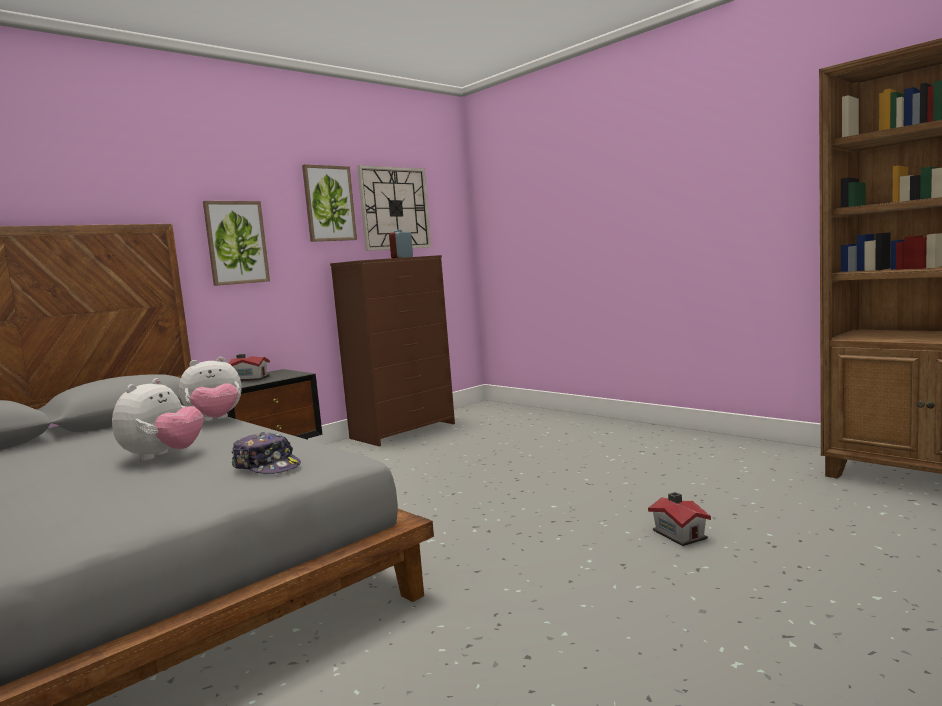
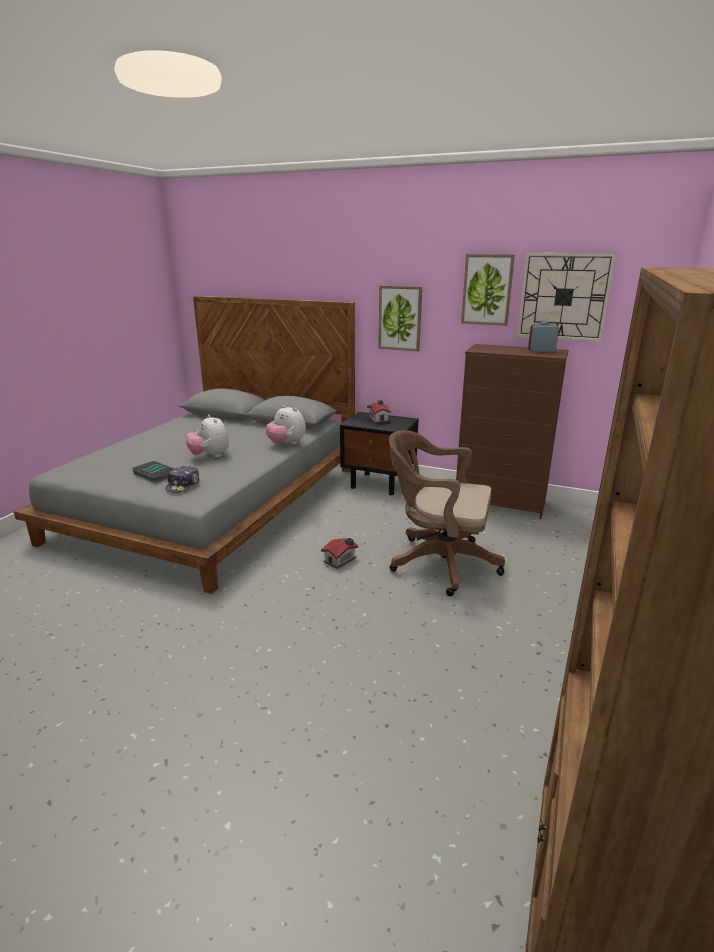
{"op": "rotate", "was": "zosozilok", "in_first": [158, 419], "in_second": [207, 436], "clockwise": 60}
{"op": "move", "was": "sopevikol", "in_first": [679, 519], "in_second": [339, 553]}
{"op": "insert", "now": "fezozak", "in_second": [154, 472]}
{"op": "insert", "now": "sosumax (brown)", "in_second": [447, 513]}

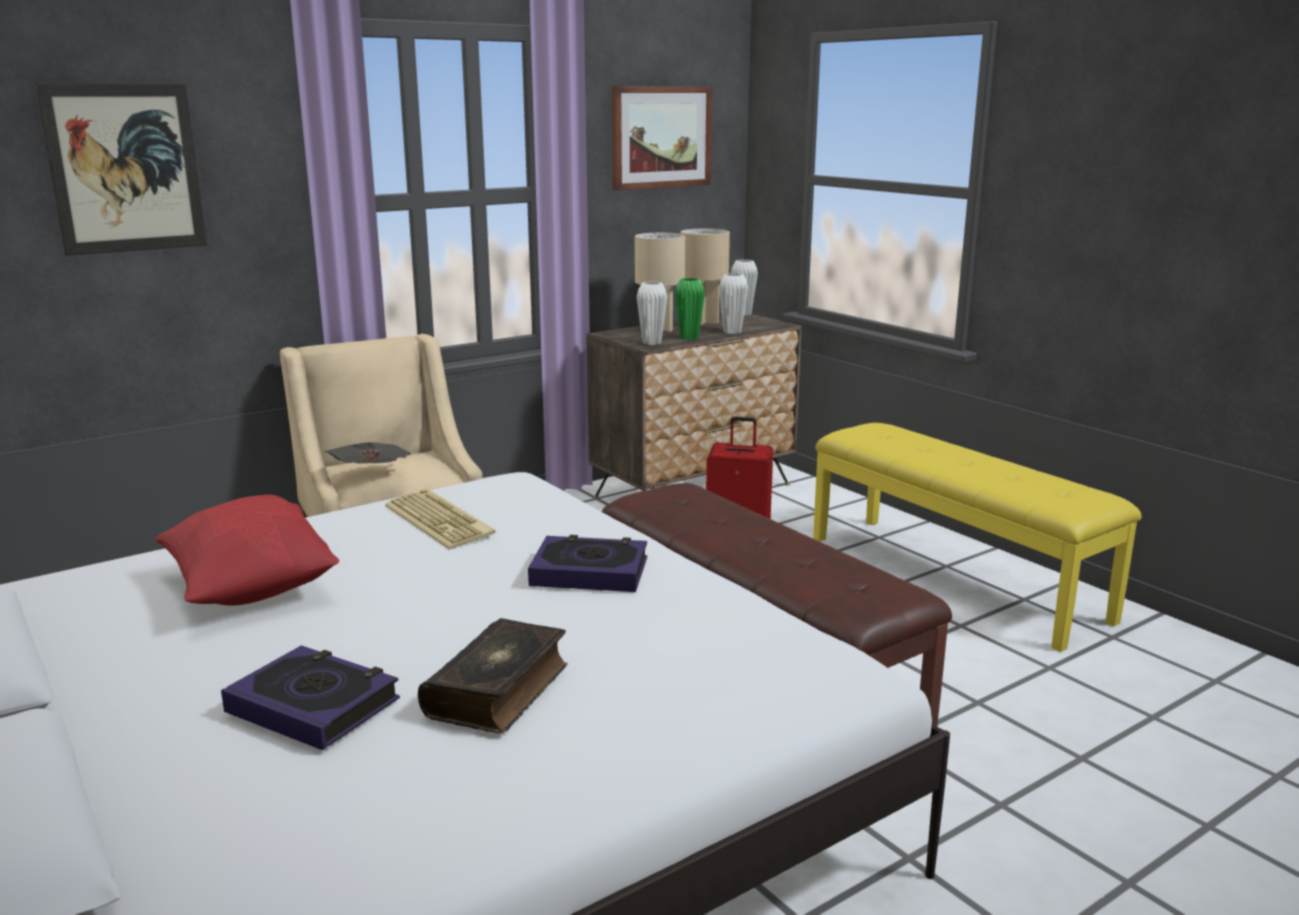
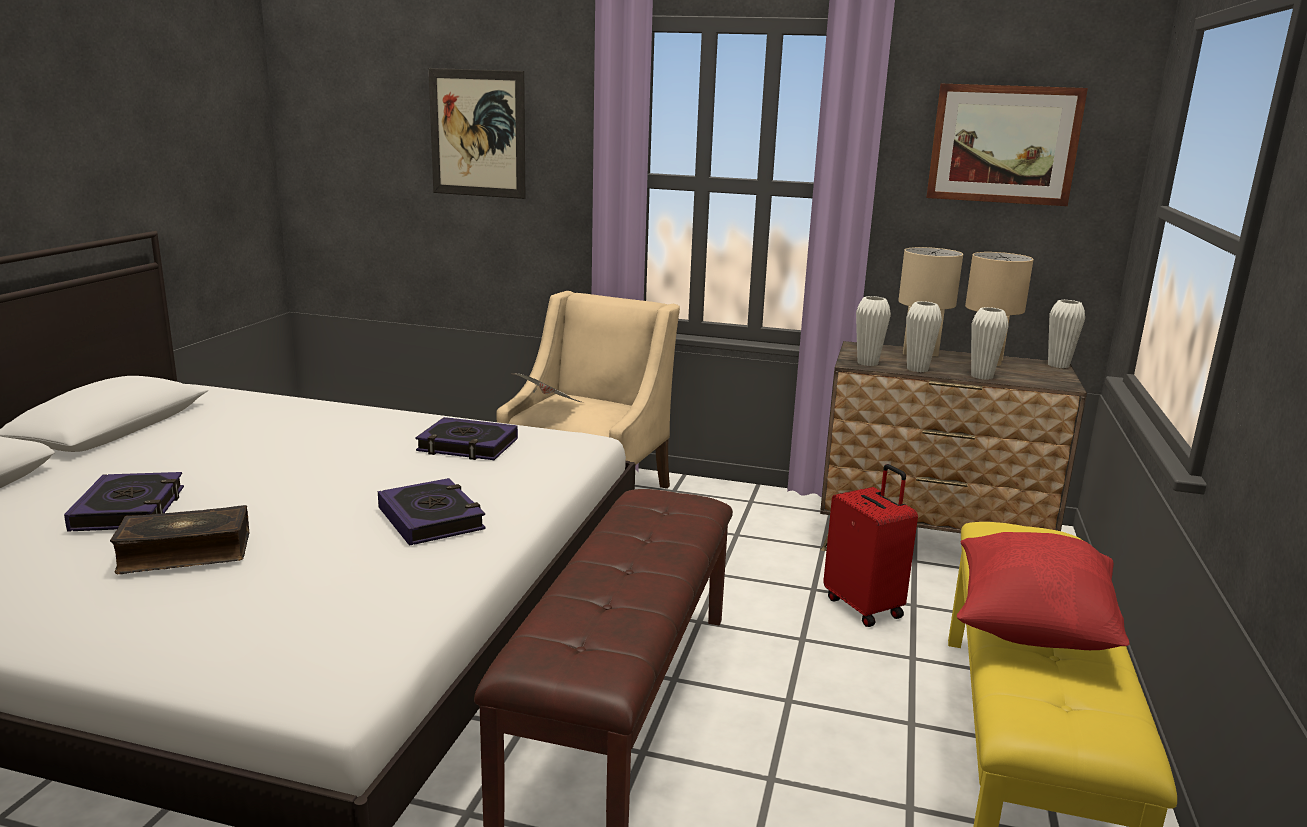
{"op": "move", "was": "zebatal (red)", "in_first": [247, 550], "in_second": [1043, 591]}
{"op": "replace", "was": "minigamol", "now": "fezozak", "in_first": [440, 519], "in_second": [466, 438]}
{"op": "recolor", "was": "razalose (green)", "now": "razalose (white)", "in_first": [690, 309], "in_second": [924, 336]}

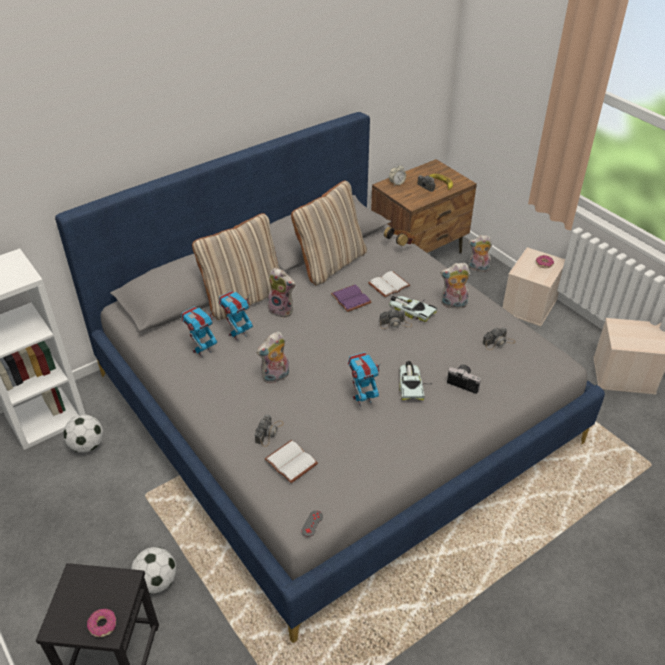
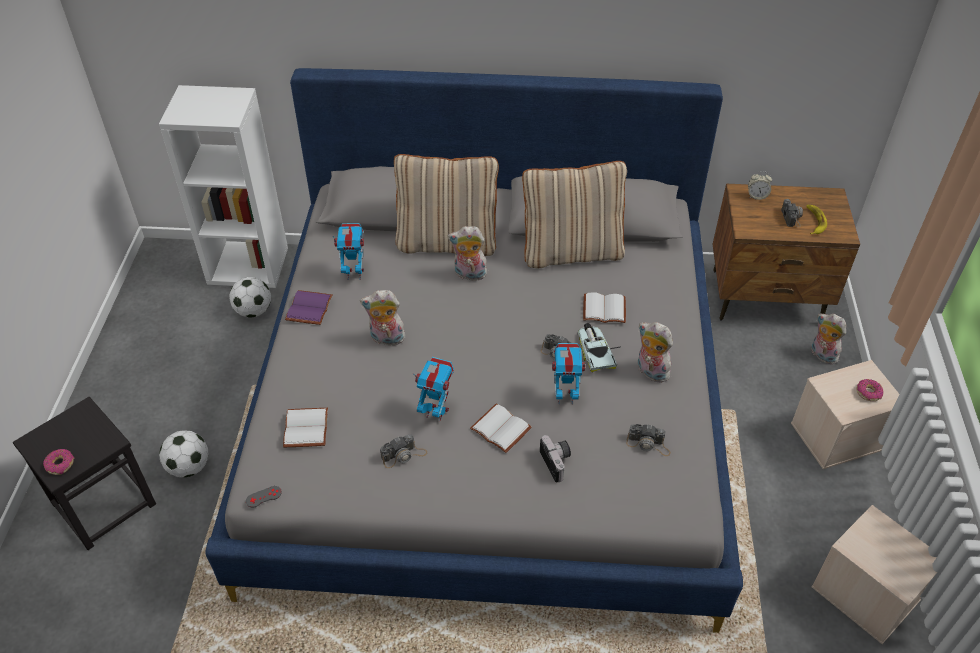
{"op": "move", "was": "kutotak", "in_first": [236, 316], "in_second": [569, 373]}
{"op": "move", "was": "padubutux", "in_first": [269, 430], "in_second": [403, 451]}
{"op": "rotate", "was": "zosozilok", "in_first": [282, 293], "in_second": [467, 253], "clockwise": 120}
{"op": "move", "was": "fezozak (purple)", "in_first": [351, 298], "in_second": [309, 307]}
{"op": "delete", "was": "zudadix", "in_first": [400, 236]}
{"op": "replace", "was": "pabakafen", "now": "fezozak (white)", "in_first": [415, 380], "in_second": [501, 428]}

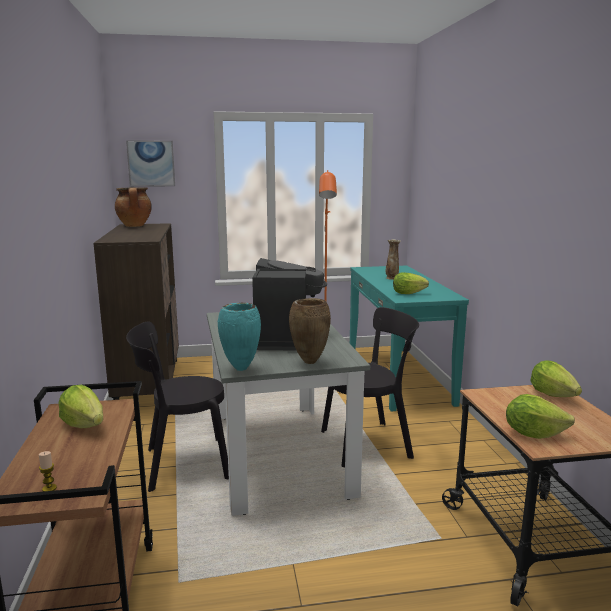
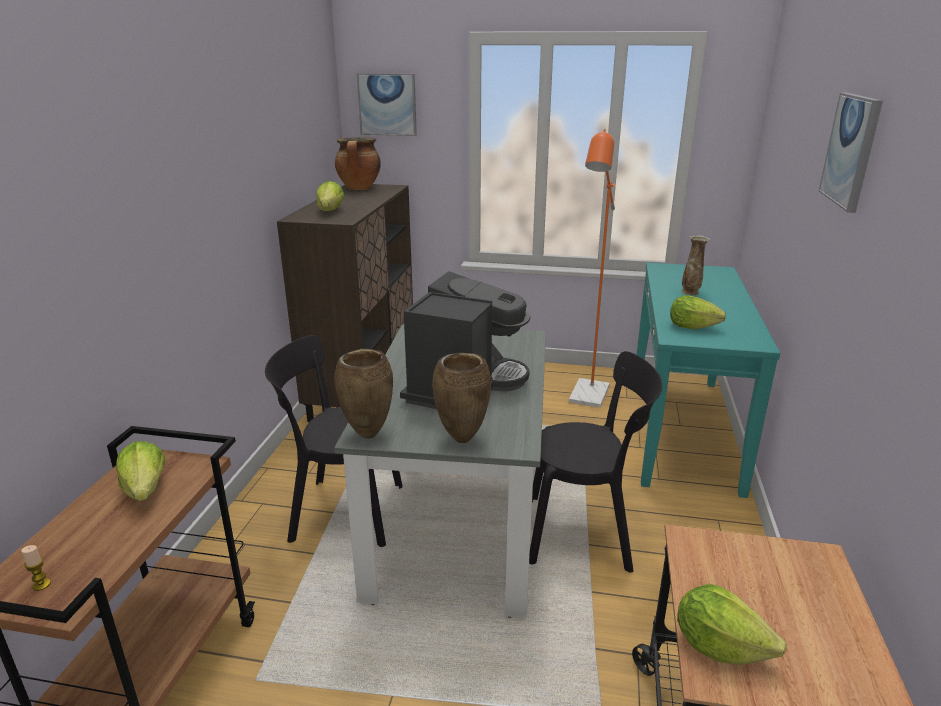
{"op": "recolor", "was": "razalose (turquoise)", "now": "razalose (brown)", "in_first": [239, 337], "in_second": [363, 394]}
{"op": "move", "was": "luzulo", "in_first": [556, 379], "in_second": [330, 196]}
{"op": "insert", "now": "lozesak", "in_second": [851, 153]}

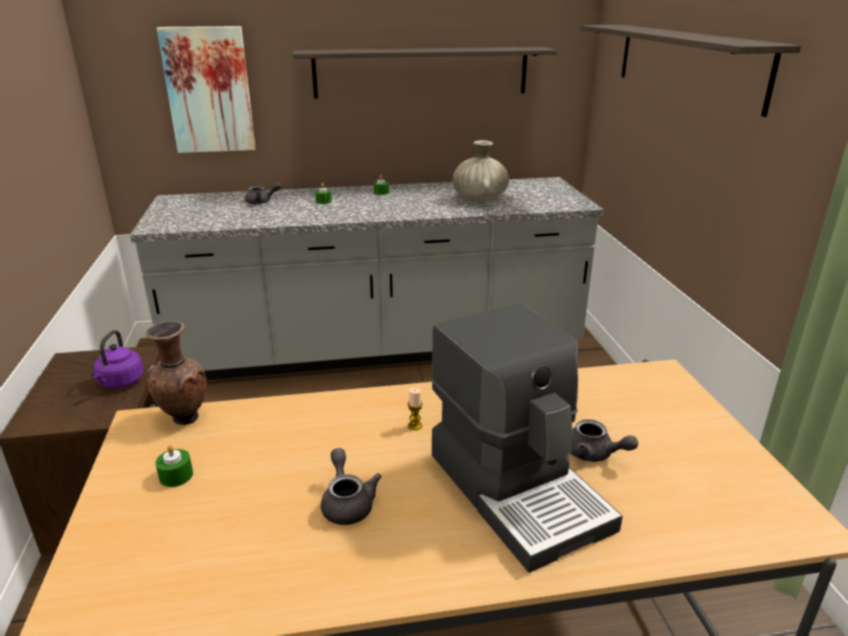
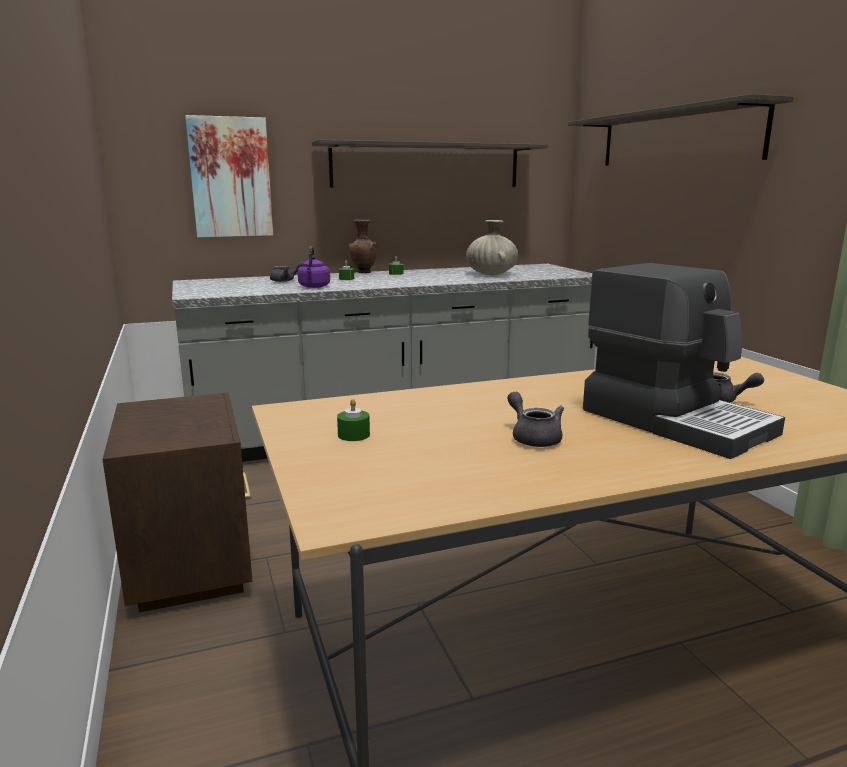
{"op": "move", "was": "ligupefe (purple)", "in_first": [117, 359], "in_second": [314, 267]}
{"op": "move", "was": "razalose (brown)", "in_first": [176, 373], "in_second": [363, 246]}
{"op": "delete", "was": "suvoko", "in_first": [415, 409]}

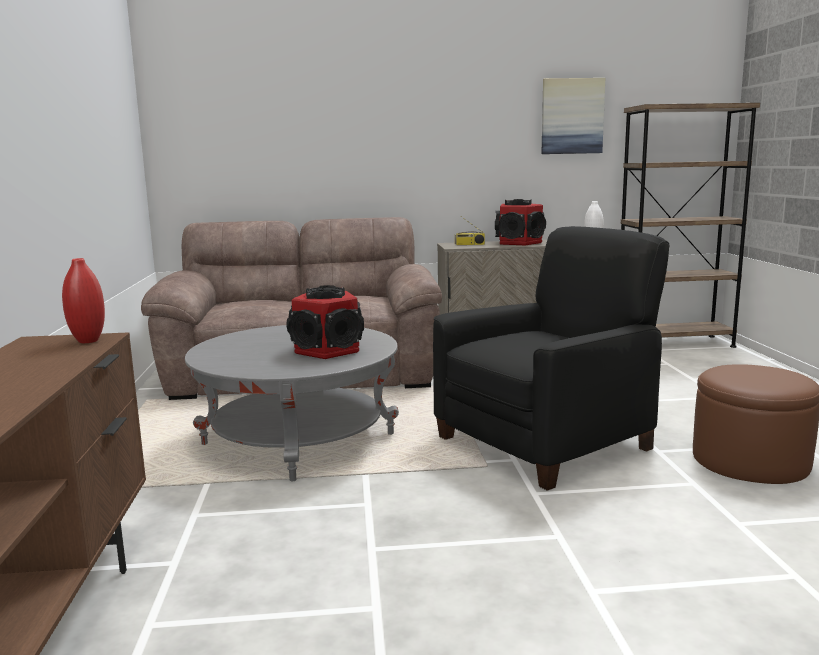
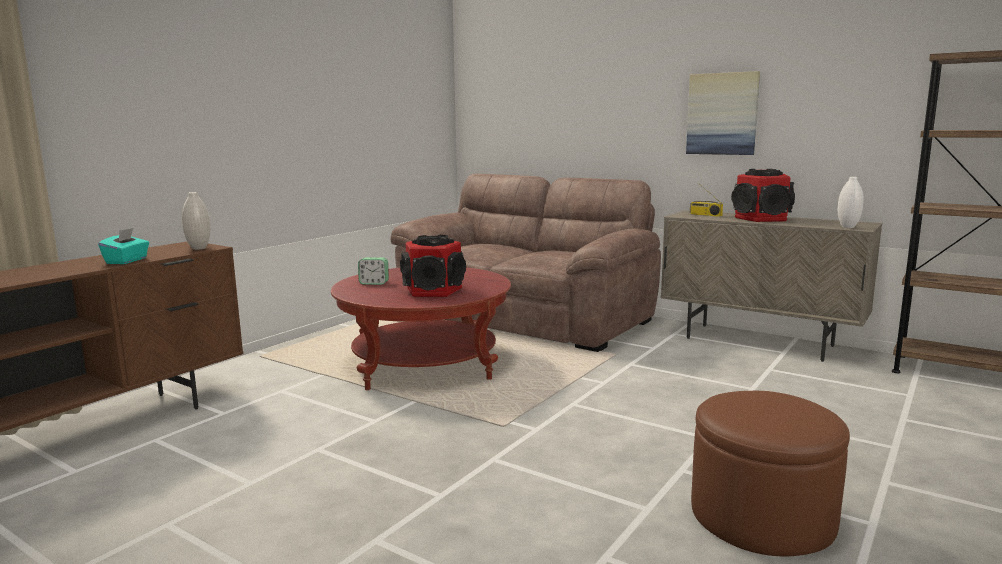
{"op": "recolor", "was": "razalose (red)", "now": "razalose (white)", "in_first": [83, 300], "in_second": [196, 221]}
{"op": "recolor", "was": "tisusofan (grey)", "now": "tisusofan (red)", "in_first": [292, 403], "in_second": [421, 328]}
{"op": "delete", "was": "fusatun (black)", "in_first": [551, 358]}
{"op": "move", "was": "lozesak", "in_first": [573, 116], "in_second": [723, 113]}
{"op": "insert", "now": "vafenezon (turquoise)", "in_second": [123, 246]}
{"op": "insert", "now": "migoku", "in_second": [373, 271]}

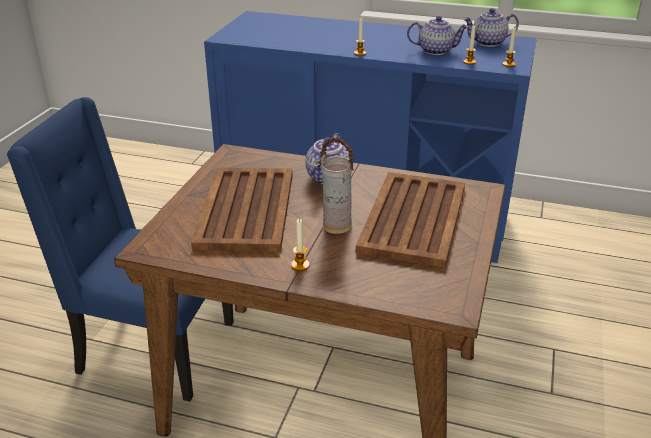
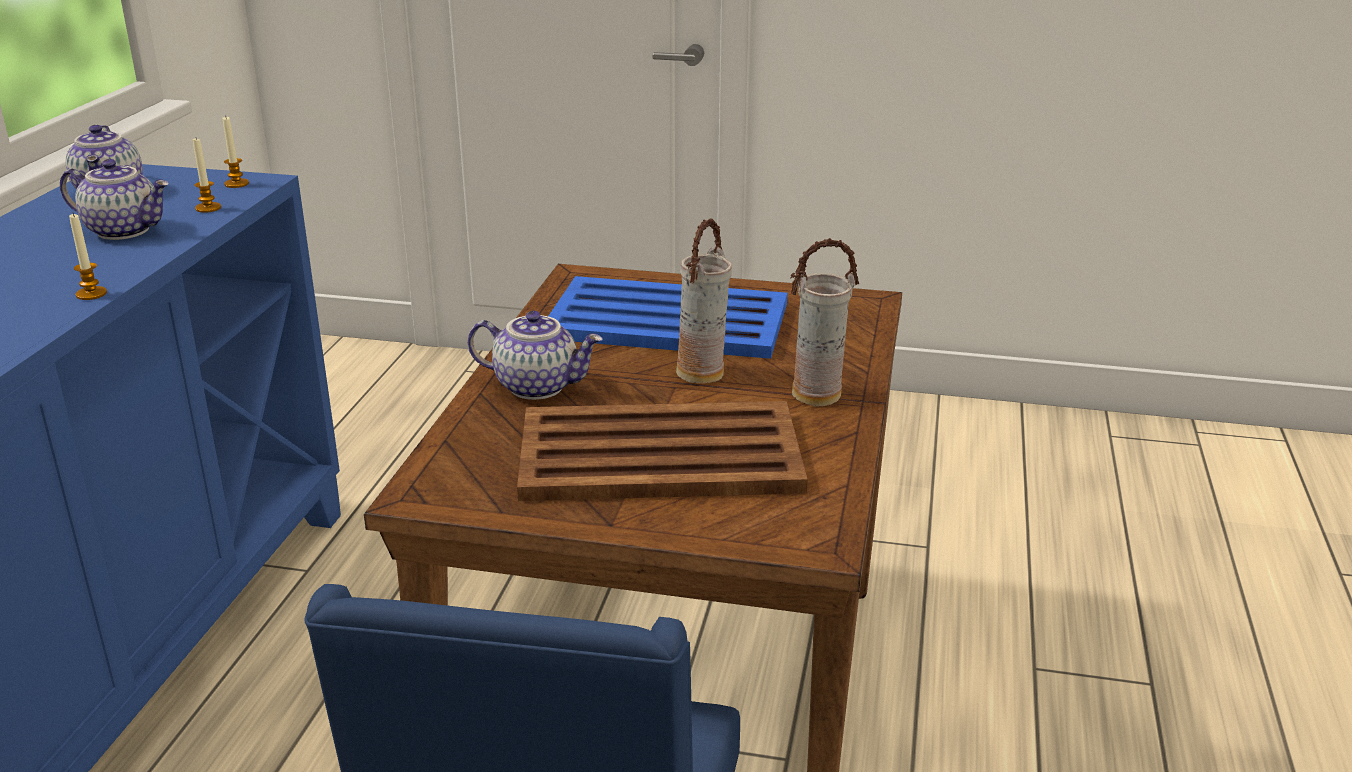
{"op": "replace", "was": "suvoko", "now": "razalose", "in_first": [300, 245], "in_second": [825, 322]}
{"op": "recolor", "was": "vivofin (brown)", "now": "vivofin (blue)", "in_first": [410, 220], "in_second": [667, 317]}
{"op": "rotate", "was": "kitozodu", "in_first": [438, 35], "in_second": [114, 199], "clockwise": 105}

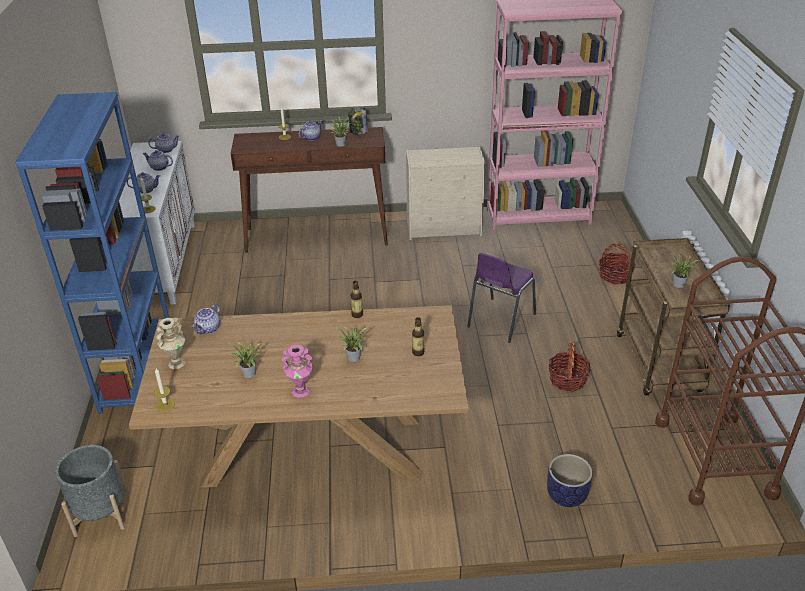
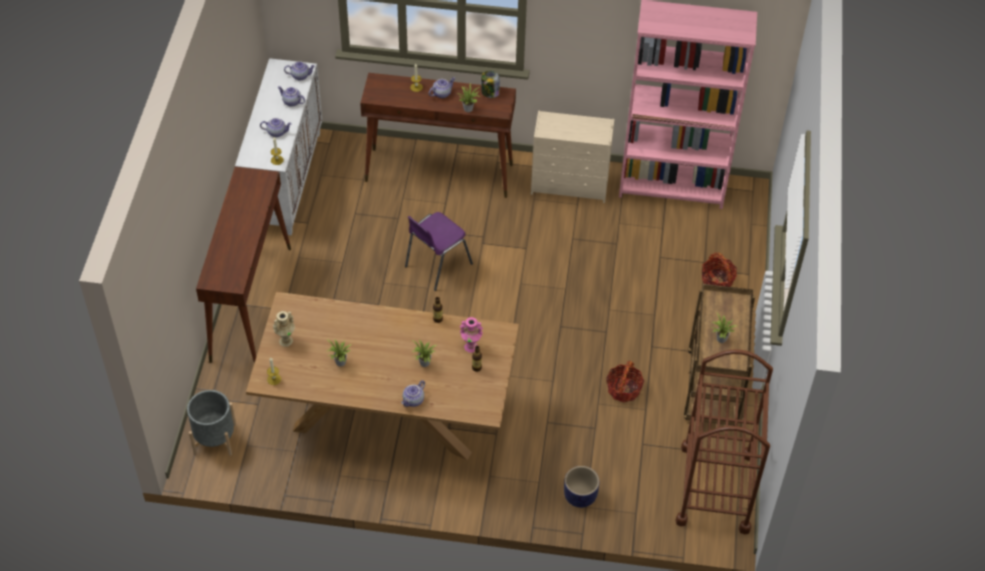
{"op": "replace", "was": "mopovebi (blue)", "now": "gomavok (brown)", "in_first": [92, 253], "in_second": [243, 265]}
{"op": "move", "was": "kitozodu", "in_first": [206, 319], "in_second": [413, 393]}
{"op": "move", "was": "razalose (pink)", "in_first": [297, 371], "in_second": [471, 335]}
{"op": "move", "was": "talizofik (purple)", "in_first": [501, 298], "in_second": [439, 251]}

